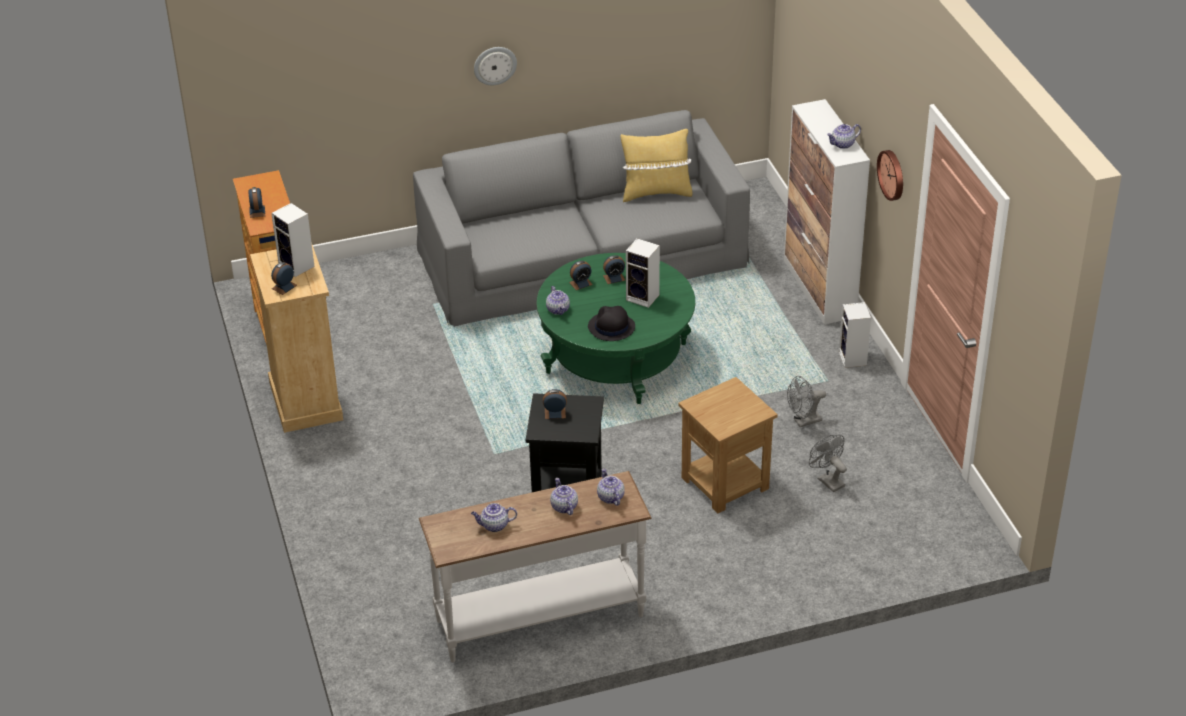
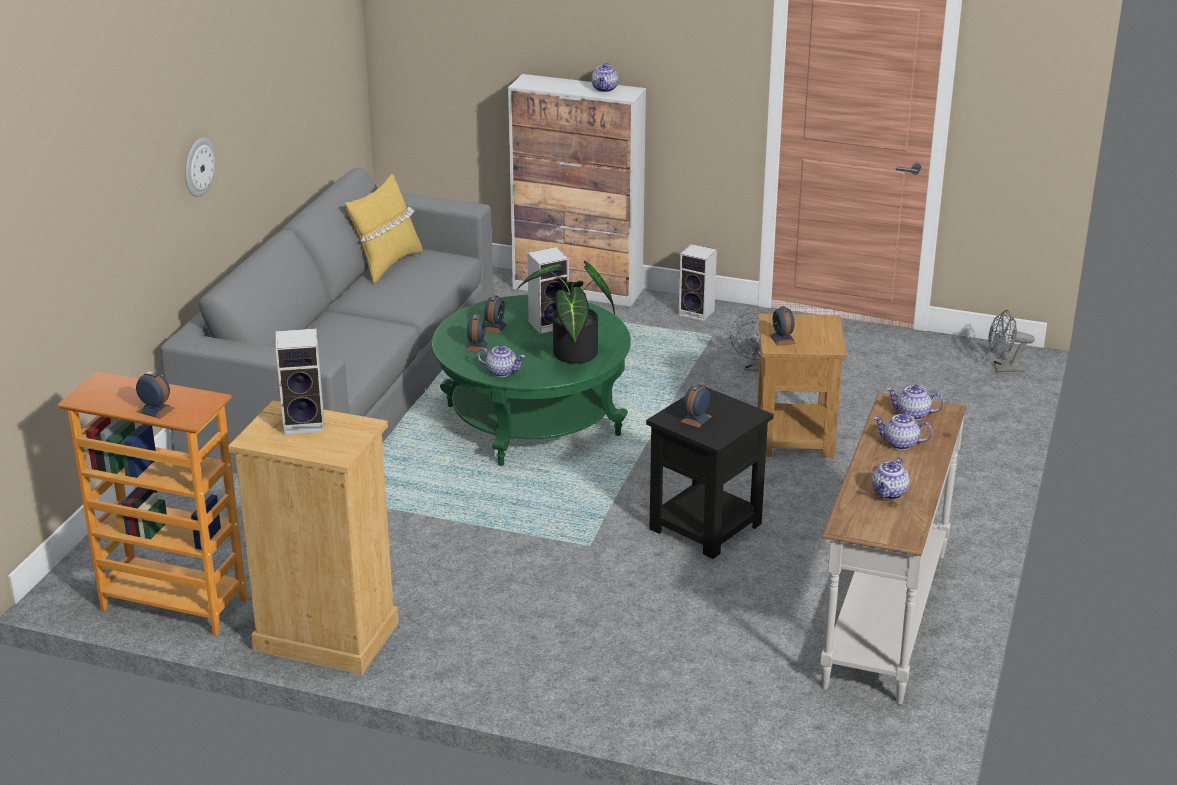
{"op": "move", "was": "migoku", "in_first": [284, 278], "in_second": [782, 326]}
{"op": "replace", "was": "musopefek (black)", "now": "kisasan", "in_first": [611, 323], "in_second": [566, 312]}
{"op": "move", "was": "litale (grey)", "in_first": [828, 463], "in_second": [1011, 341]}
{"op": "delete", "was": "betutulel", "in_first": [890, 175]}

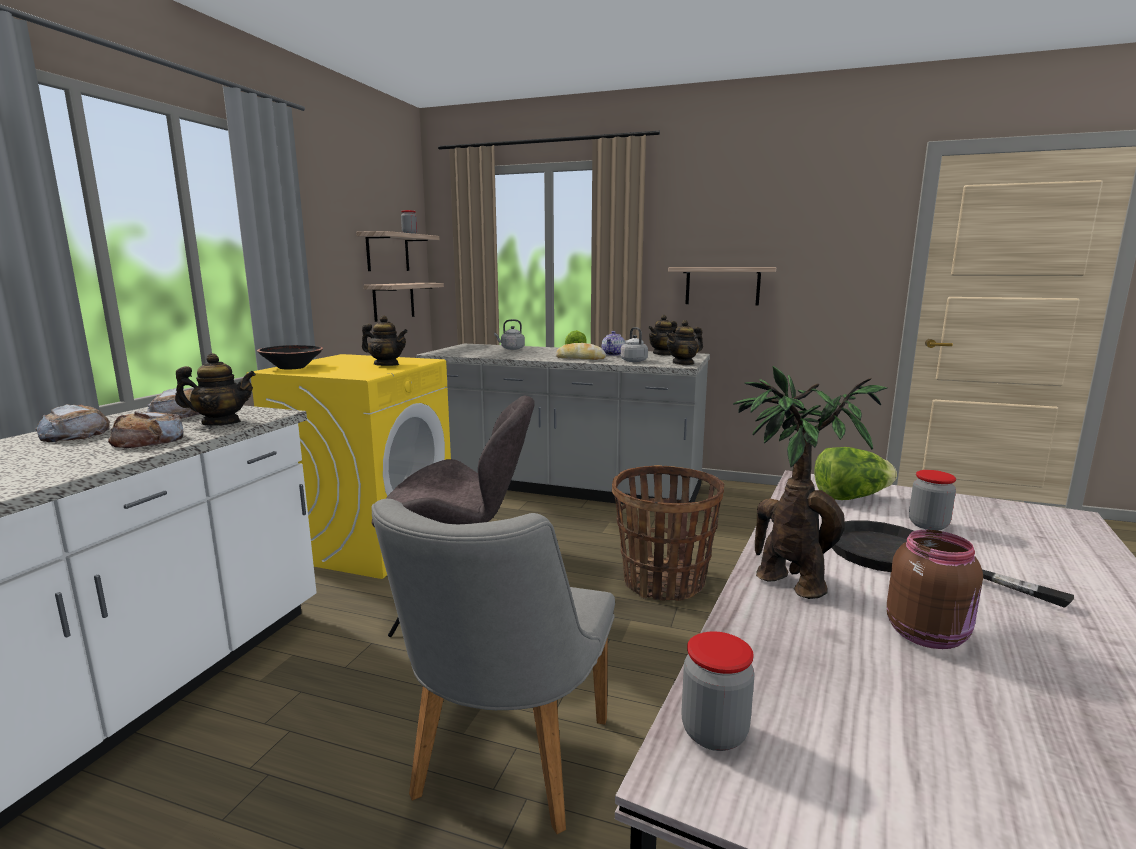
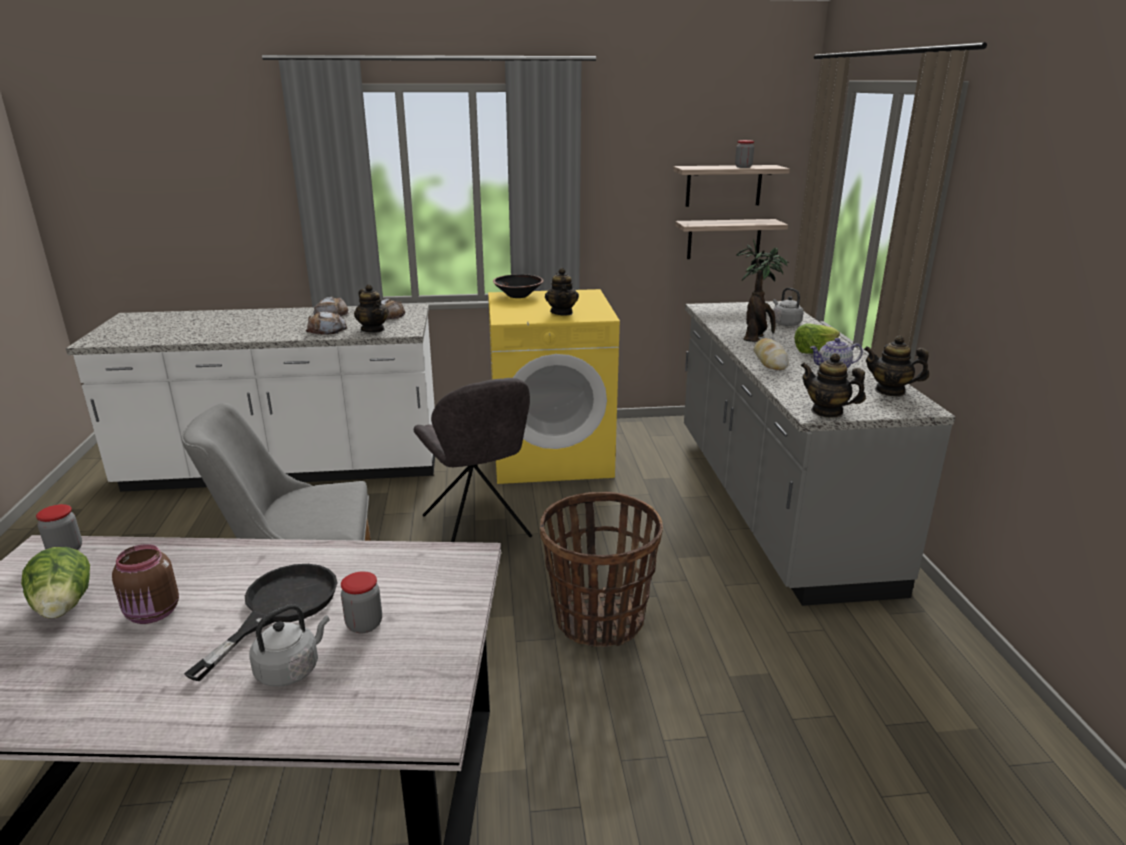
{"op": "move", "was": "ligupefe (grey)", "in_first": [634, 344], "in_second": [289, 645]}
{"op": "delete", "was": "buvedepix", "in_first": [722, 286]}
{"op": "move", "was": "kisasan", "in_first": [810, 482], "in_second": [762, 290]}
{"op": "move", "was": "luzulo", "in_first": [856, 473], "in_second": [55, 583]}

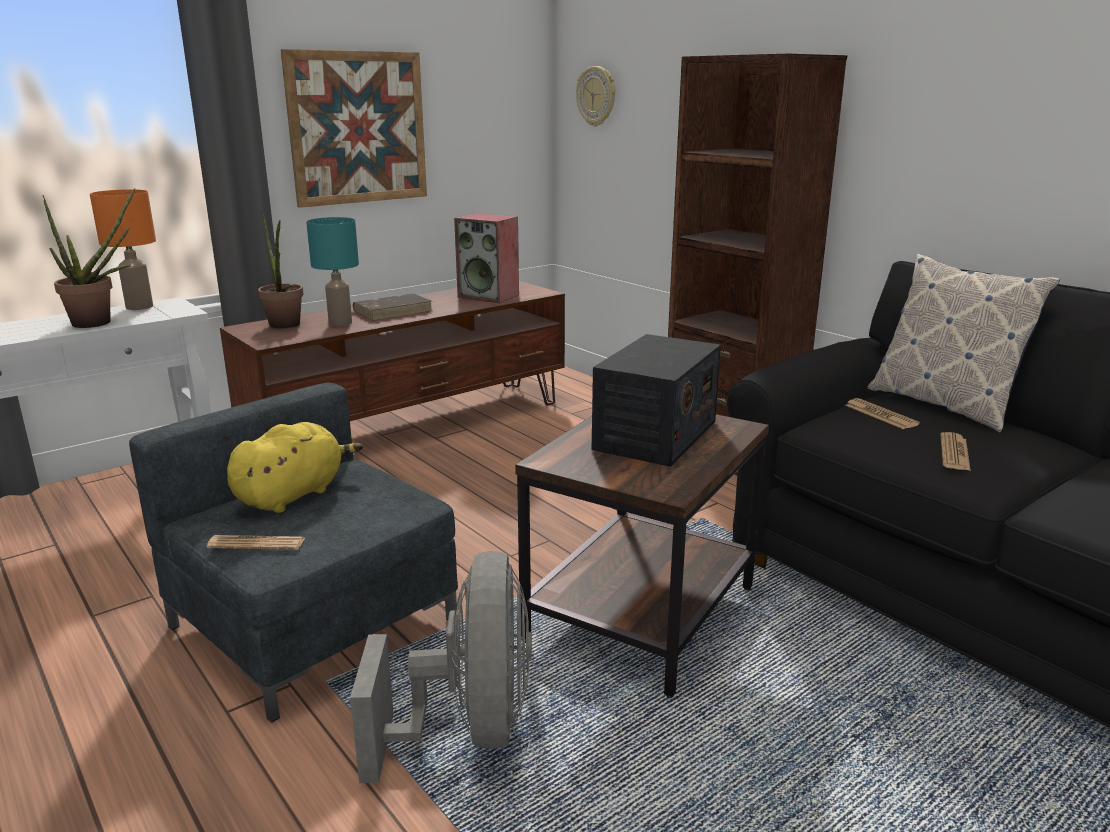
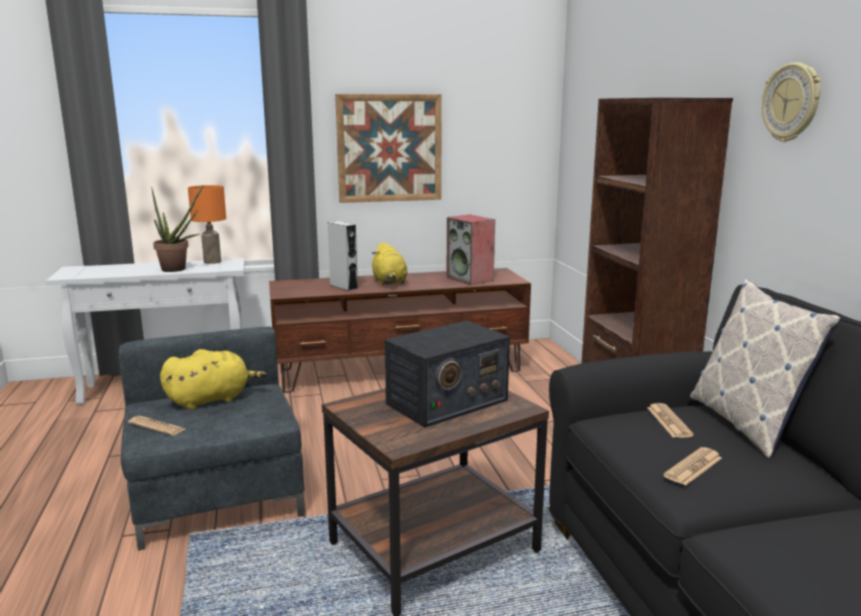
{"op": "delete", "was": "kisasan", "in_first": [281, 271]}
{"op": "replace", "was": "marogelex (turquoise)", "now": "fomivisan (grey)", "in_first": [332, 271], "in_second": [343, 256]}
{"op": "delete", "was": "litale (grey)", "in_first": [441, 667]}
{"op": "replace", "was": "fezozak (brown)", "now": "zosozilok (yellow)", "in_first": [392, 307], "in_second": [389, 263]}
{"op": "move", "was": "betutulel", "in_first": [595, 96], "in_second": [791, 102]}

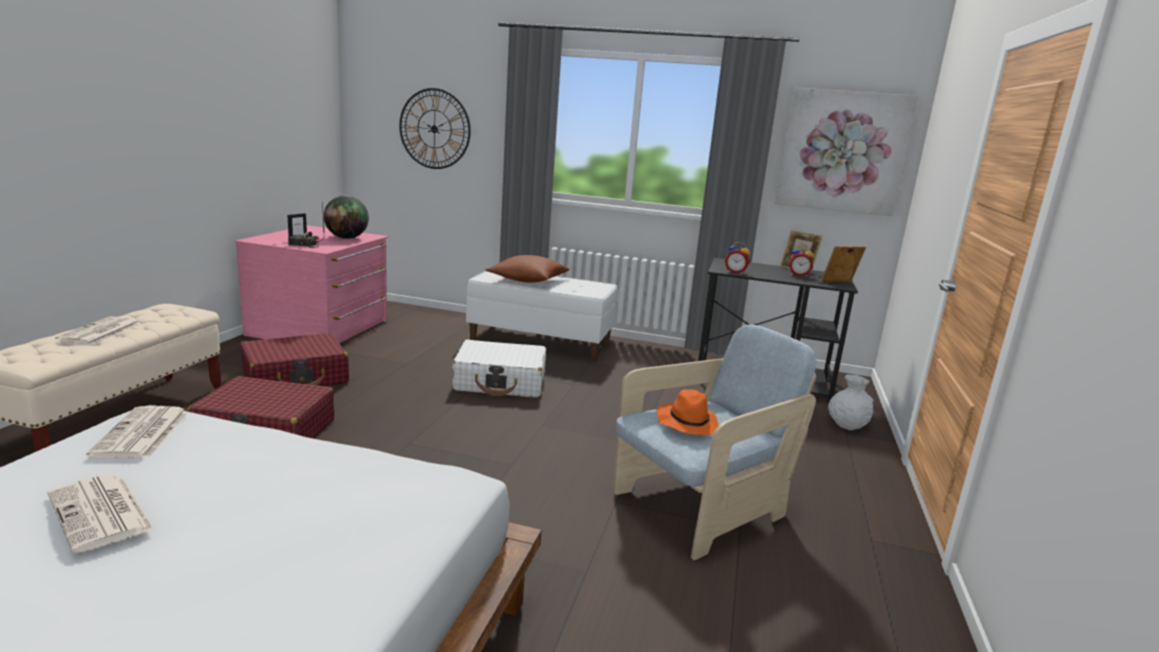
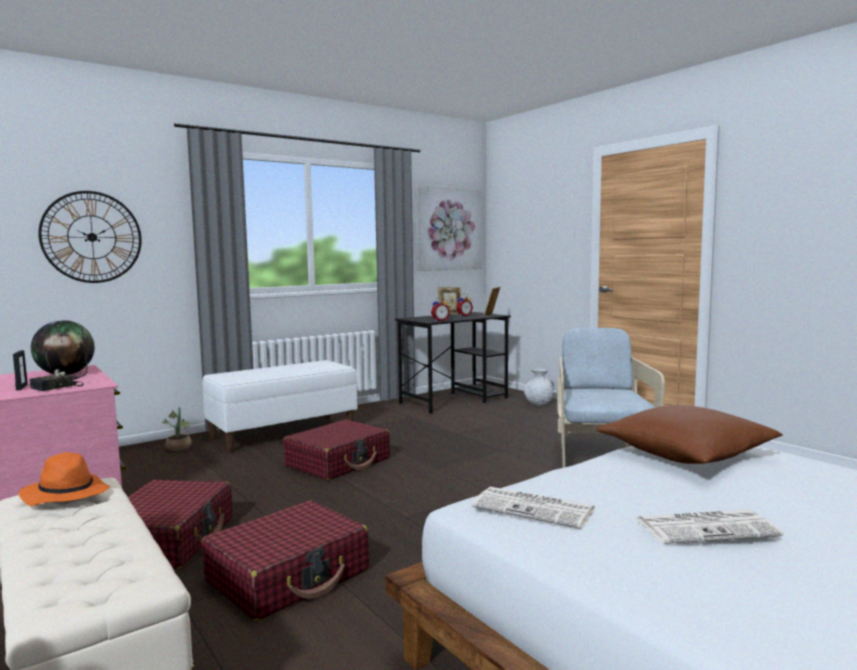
{"op": "delete", "was": "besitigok", "in_first": [98, 330]}
{"op": "recolor", "was": "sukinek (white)", "now": "sukinek (red)", "in_first": [499, 369], "in_second": [336, 449]}
{"op": "move", "was": "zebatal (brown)", "in_first": [527, 268], "in_second": [689, 434]}
{"op": "move", "was": "musopefek (orange)", "in_first": [688, 412], "in_second": [64, 479]}
{"op": "insert", "now": "kisasan", "in_second": [177, 429]}

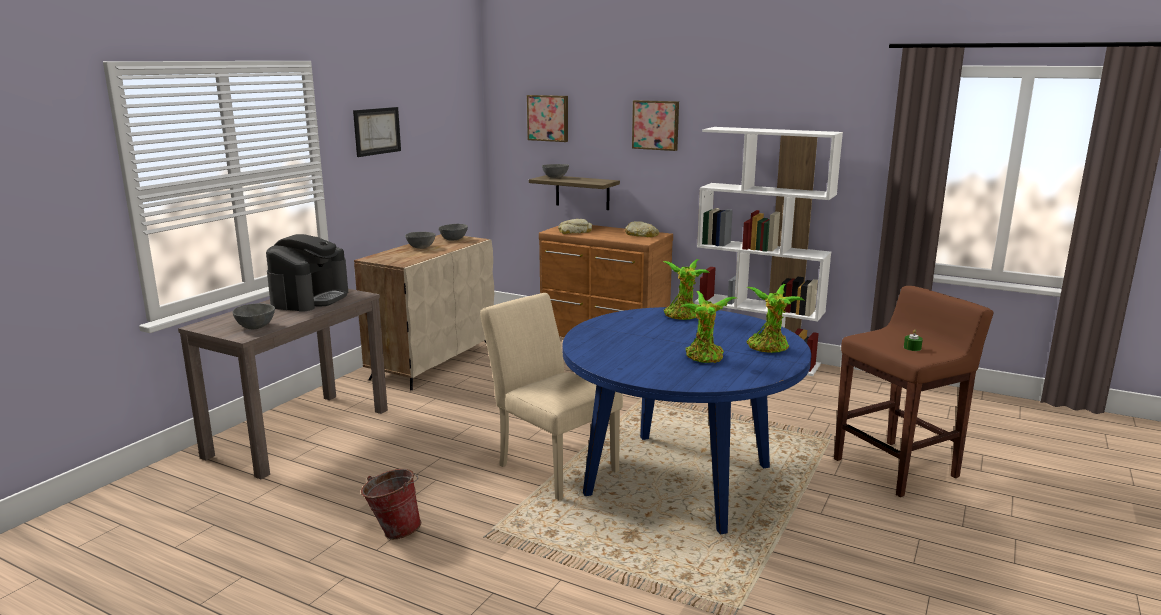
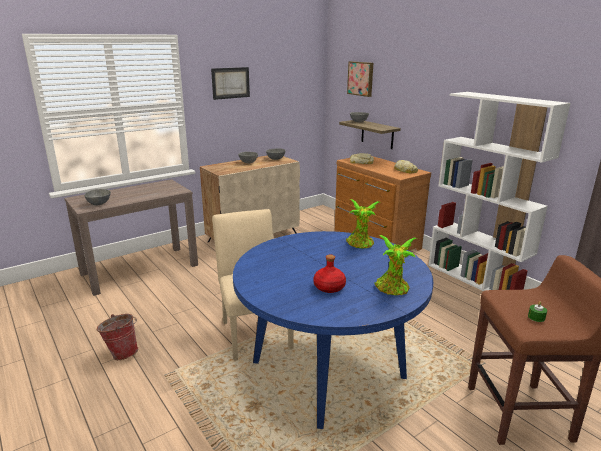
{"op": "delete", "was": "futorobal", "in_first": [307, 273]}
{"op": "delete", "was": "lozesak", "in_first": [655, 125]}
{"op": "replace", "was": "kisasan", "now": "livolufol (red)", "in_first": [708, 327], "in_second": [329, 273]}

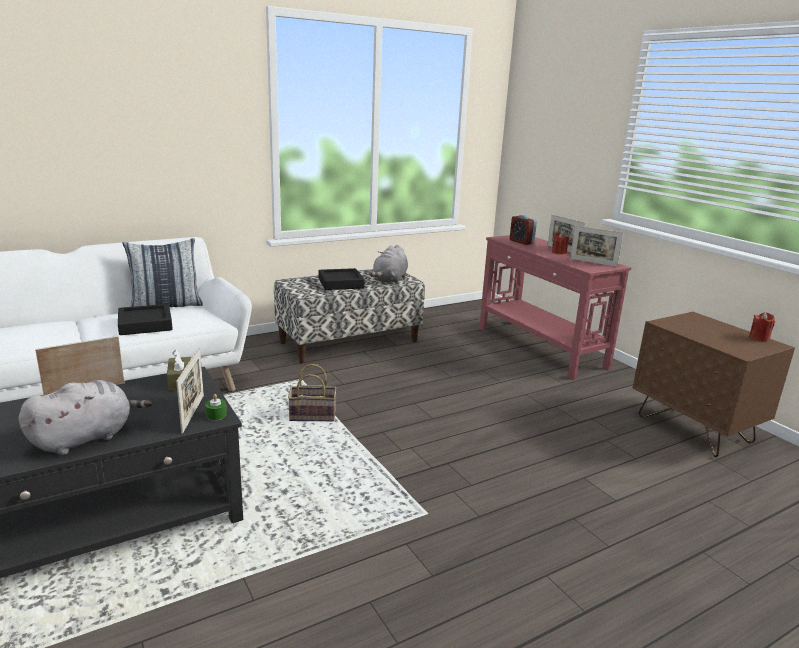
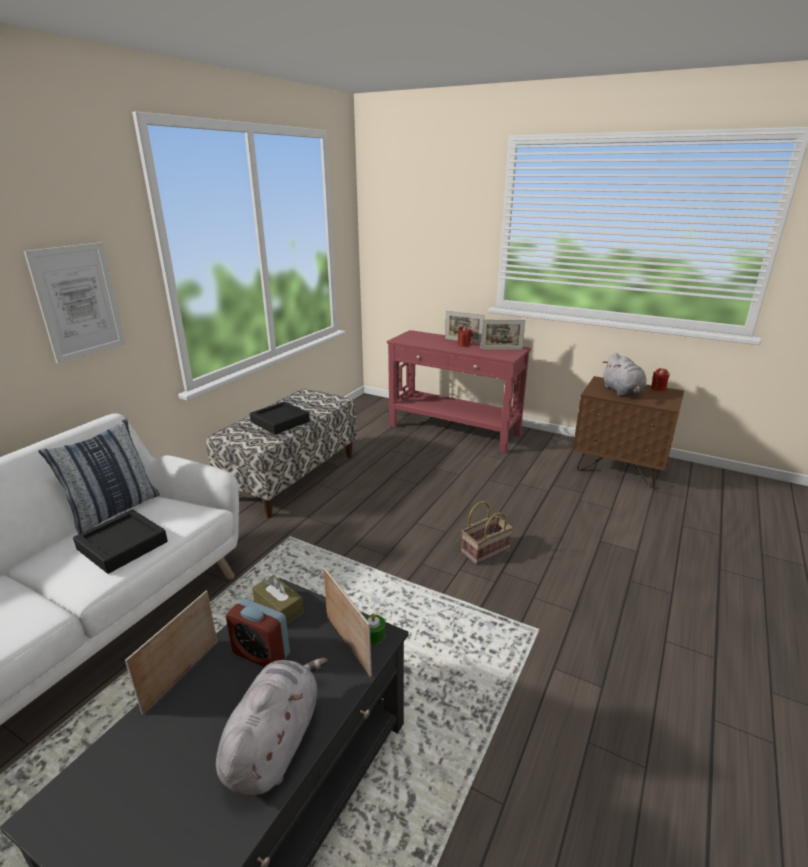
{"op": "move", "was": "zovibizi", "in_first": [312, 392], "in_second": [487, 532]}
{"op": "move", "was": "zosozilok (grey)", "in_first": [388, 264], "in_second": [624, 374]}
{"op": "move", "was": "migoku", "in_first": [523, 230], "in_second": [258, 632]}
{"op": "insert", "now": "lozesak", "in_second": [75, 302]}

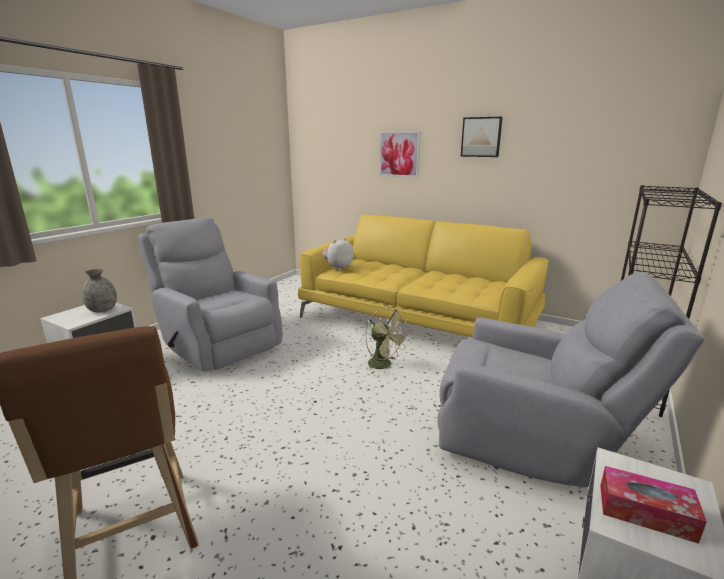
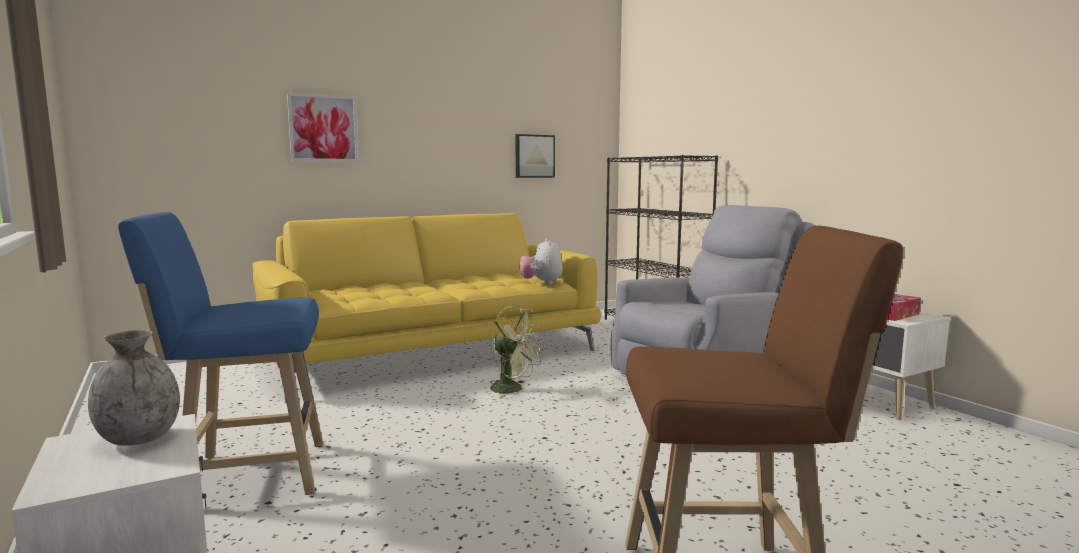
{"op": "replace", "was": "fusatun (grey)", "now": "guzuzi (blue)", "in_first": [209, 294], "in_second": [220, 353]}
{"op": "move", "was": "zosozilok", "in_first": [338, 254], "in_second": [541, 261]}
{"op": "rotate", "was": "litale (green)", "in_first": [388, 340], "in_second": [517, 352], "clockwise": 45}
{"op": "move", "was": "lozesak", "in_first": [482, 137], "in_second": [535, 156]}

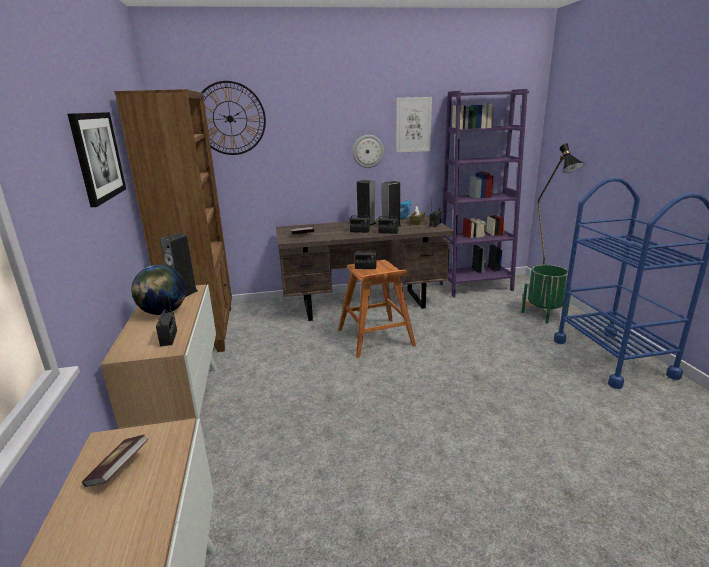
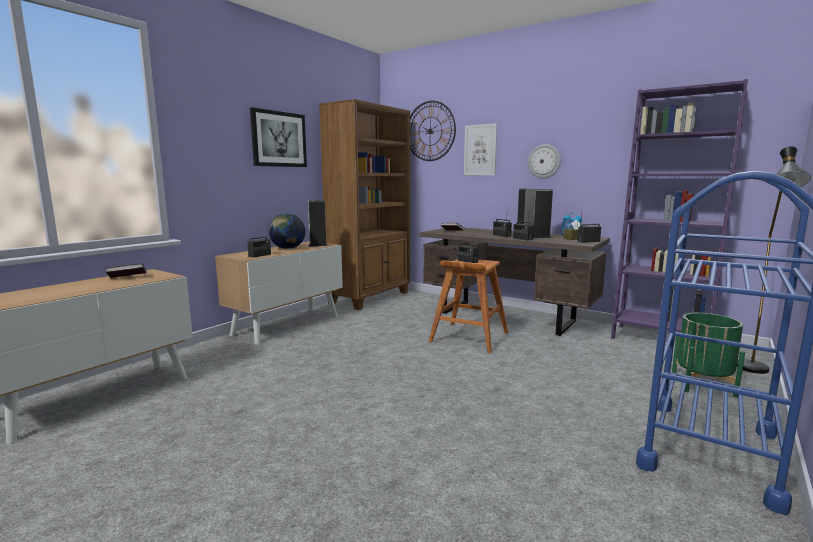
{"op": "move", "was": "lozesak", "in_first": [414, 125], "in_second": [480, 149]}

